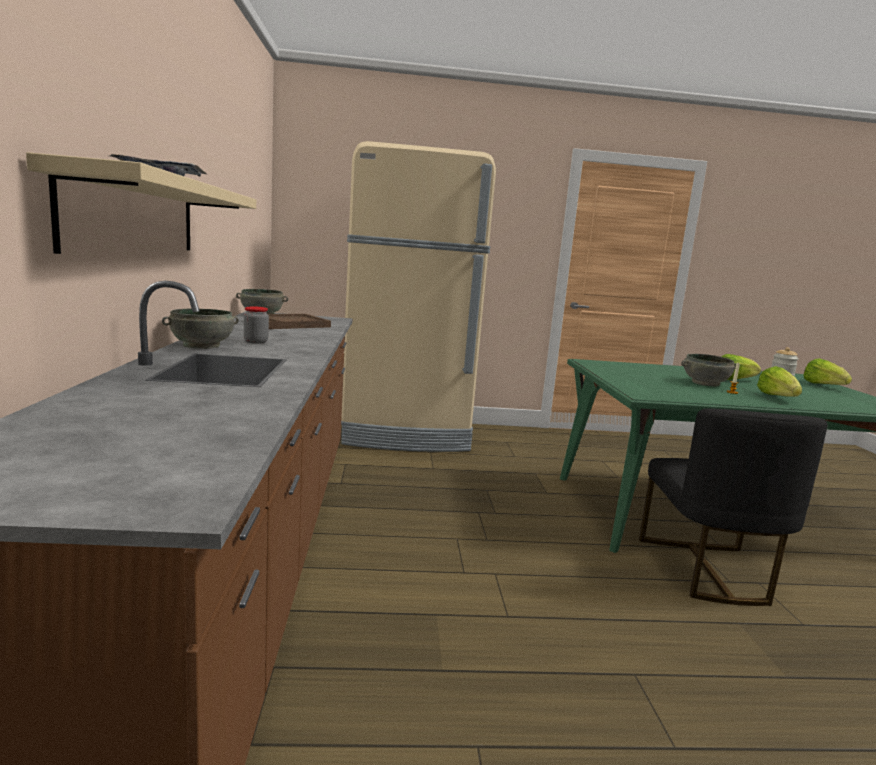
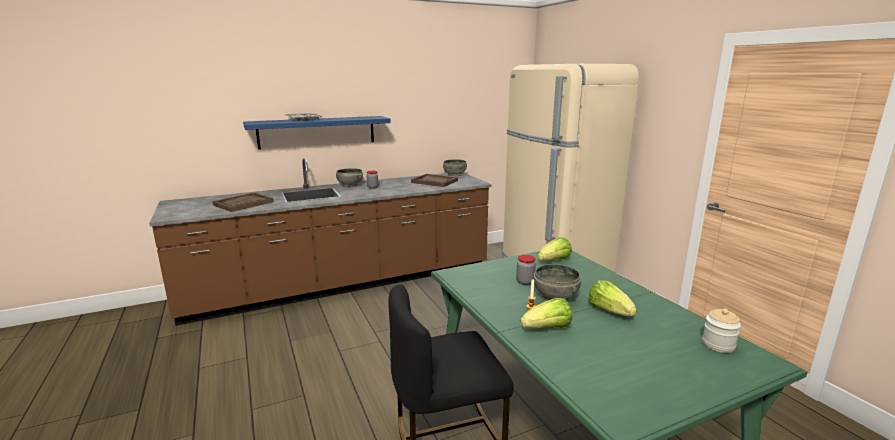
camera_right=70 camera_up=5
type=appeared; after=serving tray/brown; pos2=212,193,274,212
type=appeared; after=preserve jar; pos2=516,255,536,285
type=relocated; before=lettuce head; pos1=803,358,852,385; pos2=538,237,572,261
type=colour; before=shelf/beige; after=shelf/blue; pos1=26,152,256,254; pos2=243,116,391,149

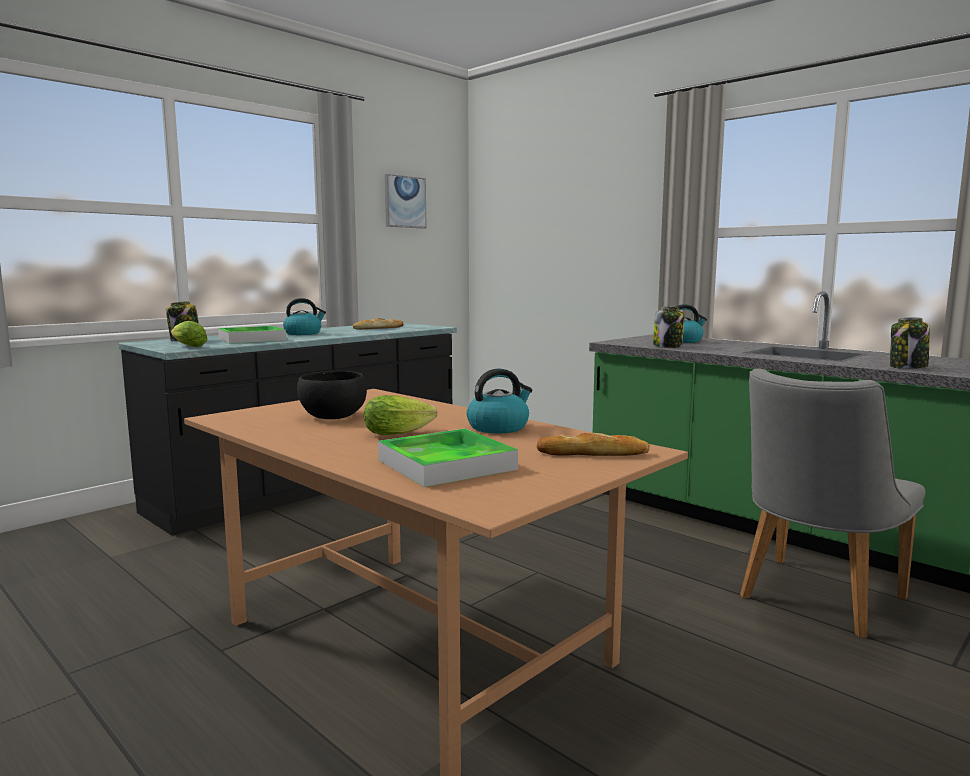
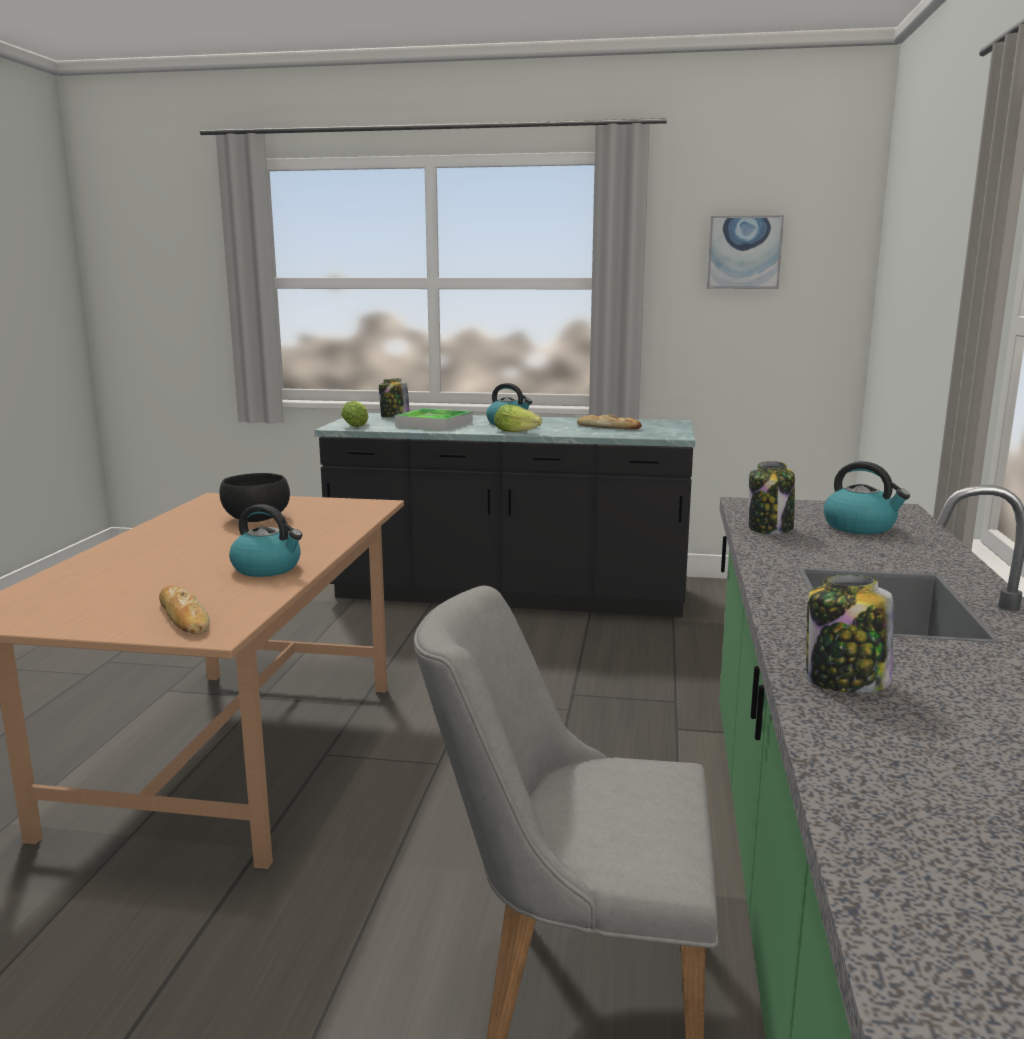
camera_right=55 camera_up=5
type=missing; before=serving tray; pos1=378,429,518,487
type=relocated; before=lettuce head; pos1=364,395,437,435; pos2=494,404,542,432

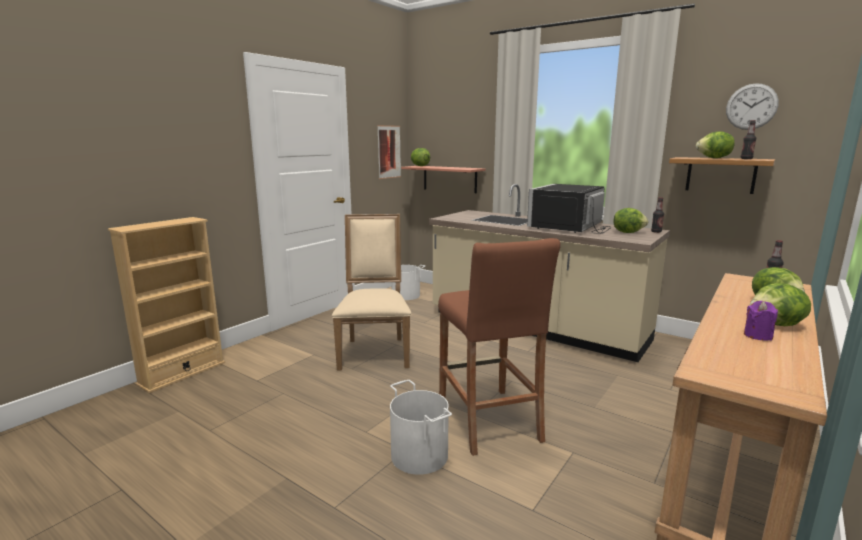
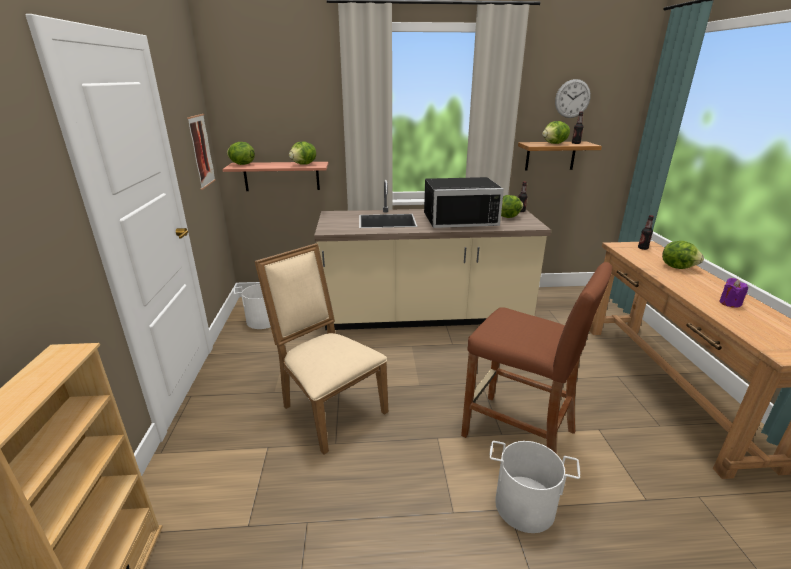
camera_right=-40 camera_up=10
type=relocated; before=lettuce head; pos1=749,283,811,326; pos2=289,141,316,164
type=spun; before=microwave/blackish; pos1=527,184,611,234; pos2=424,177,504,228; turn=-90

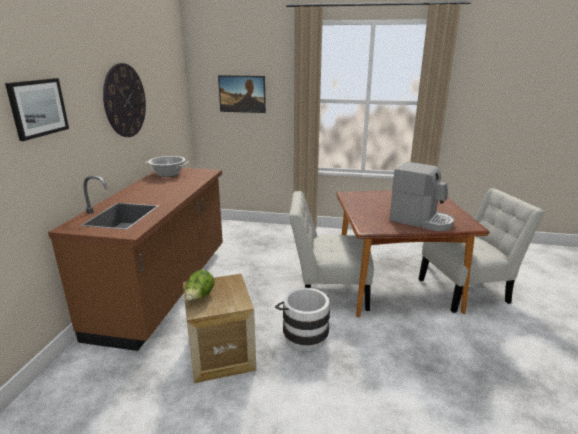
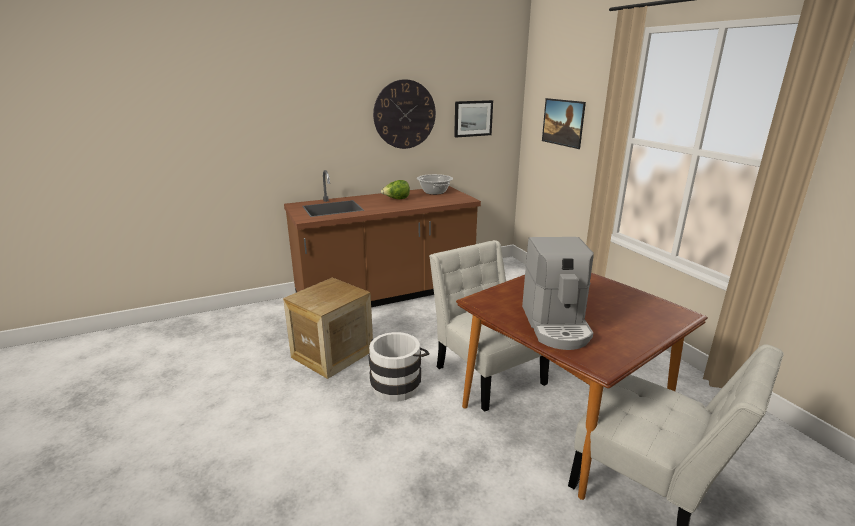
camera_right=55 camera_up=0
type=relocated; before=picture; pos1=5,78,69,141; pos2=454,100,493,137
type=relocated; before=lettuce head; pos1=184,270,215,300; pos2=381,180,410,199

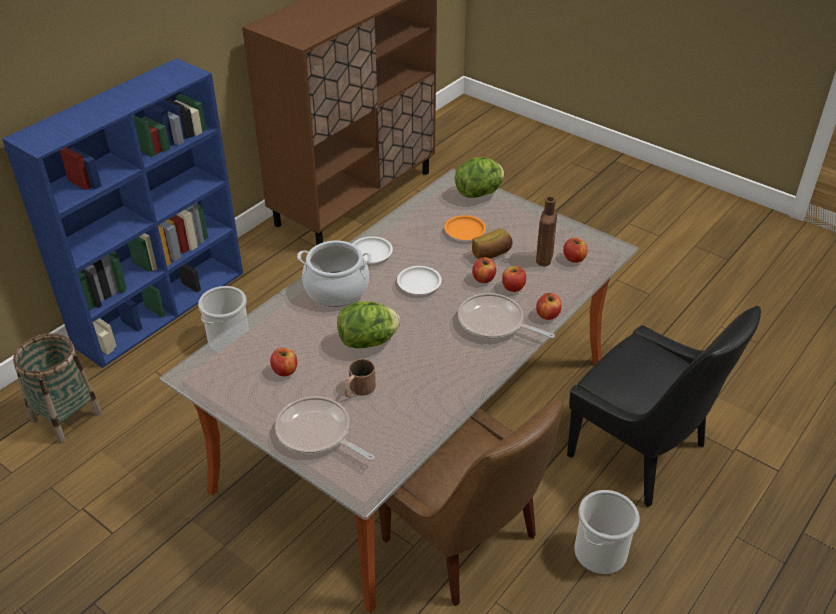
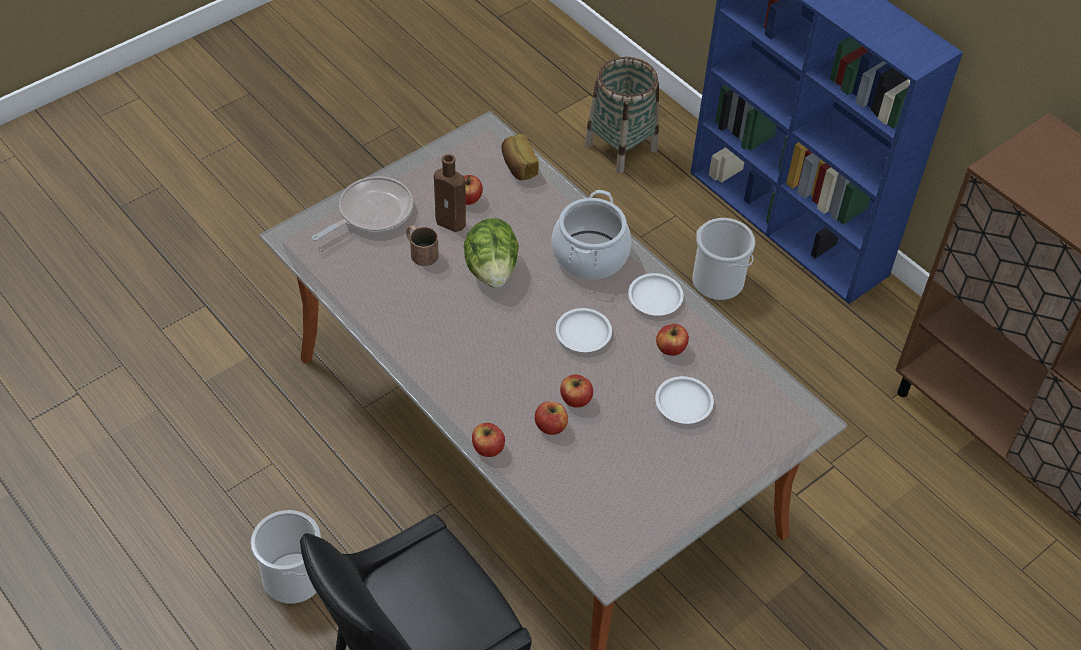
camera_right=100 camera_up=10
type=missing; before=chair/brown; pos1=379,399,563,606
type=missing; before=lettuce head; pos1=455,157,504,198
type=missing; before=skillet; pos1=458,293,555,340
type=relocated; before=bread; pos1=472,228,512,259; pos2=502,134,539,180
type=relocated; before=drink bottle/brown; pos1=536,196,557,266; pos2=434,154,466,232
type=relocated; before=apple; pos1=563,238,587,263; pos2=656,324,689,356
type=colour; before=flat dish/orange; after=flat dish/whitish; pos1=444,215,486,240; pos2=655,376,714,424

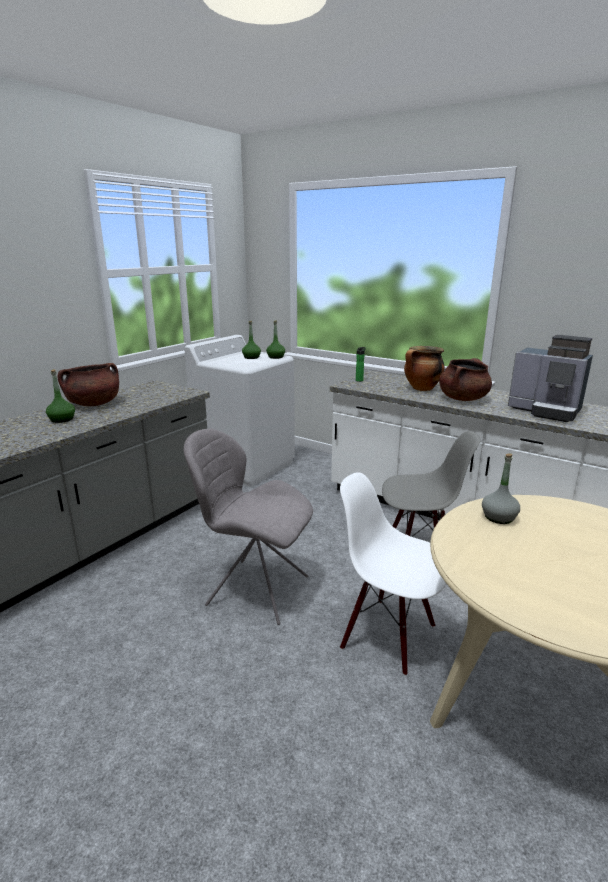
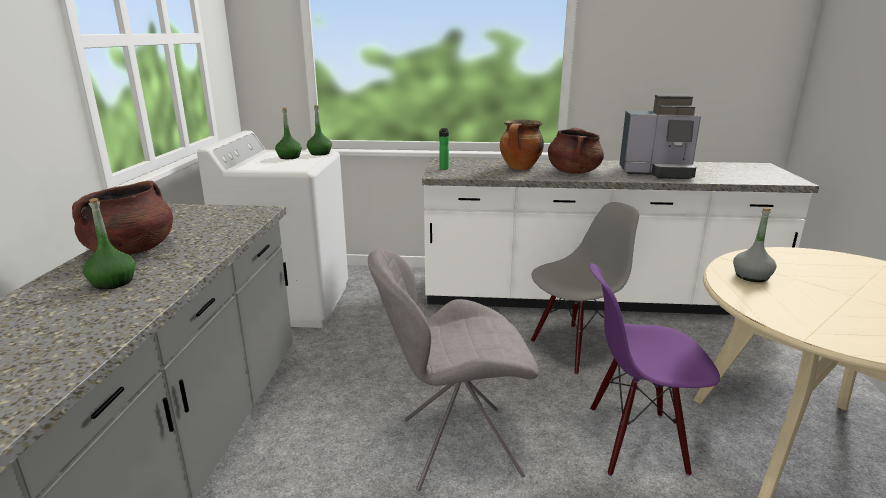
camera_right=-30 camera_up=0
type=colour; before=chair/whitish; after=chair/purplish; pos1=340,472,446,676; pos2=590,263,720,476

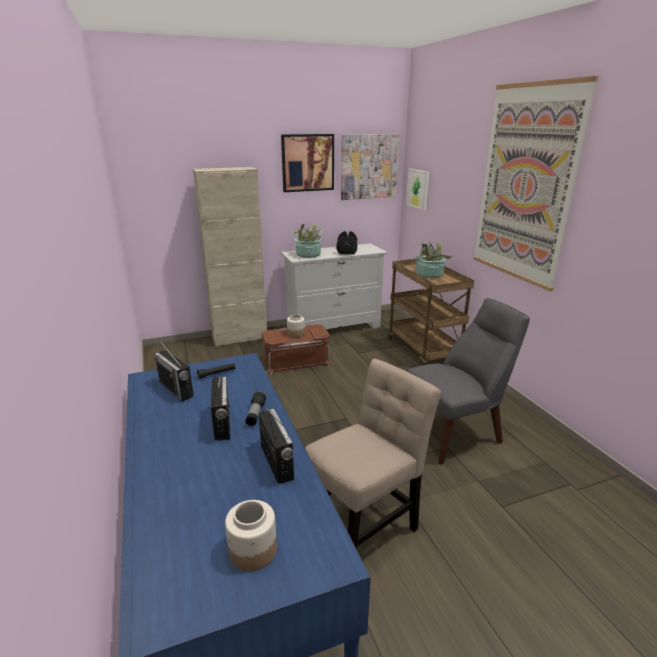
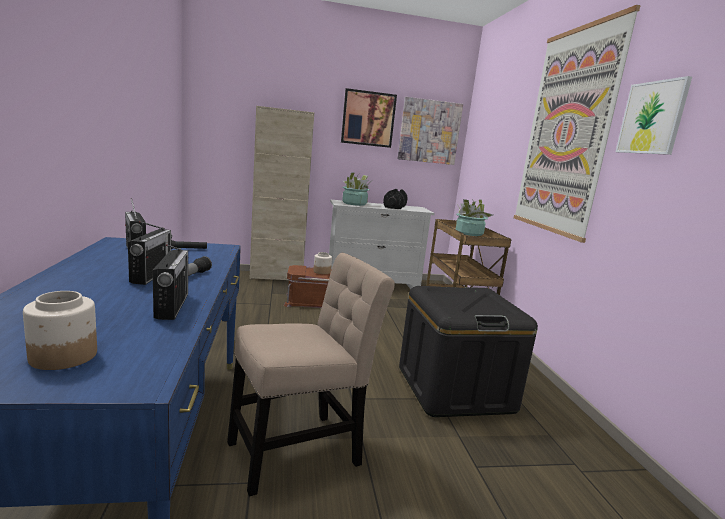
camera_right=10 camera_up=-10
type=relocated; before=picture; pos1=406,169,429,210; pos2=615,76,692,155
type=exchanged; before=chair/greyish; after=storage bin/blackish; pos1=407,298,530,465; pos2=399,286,538,417

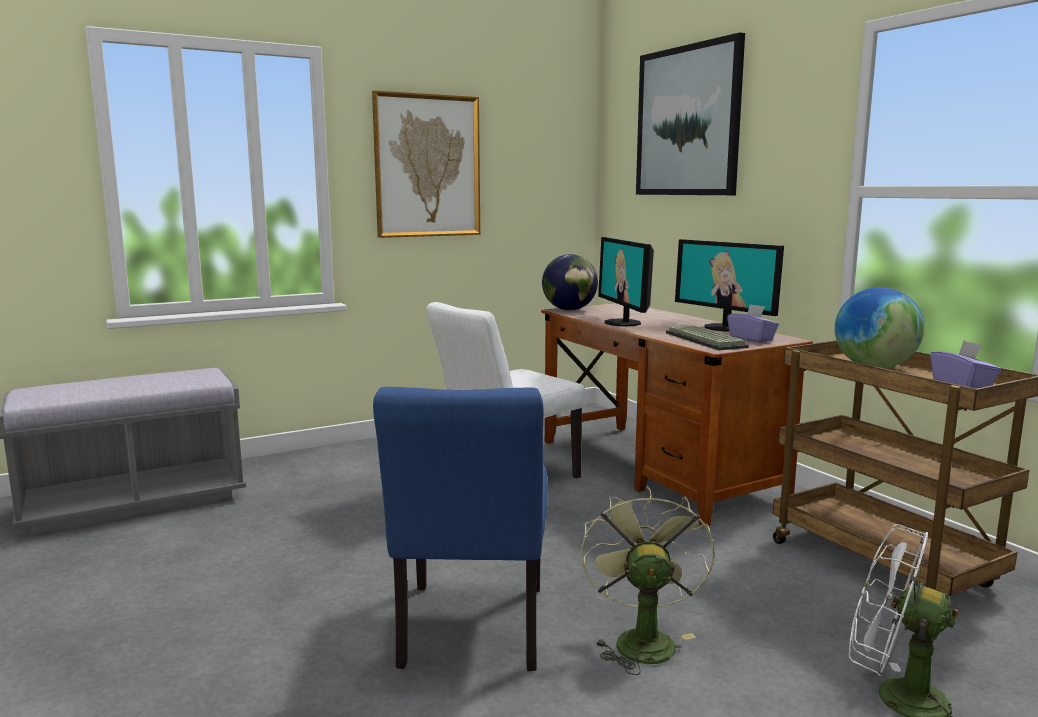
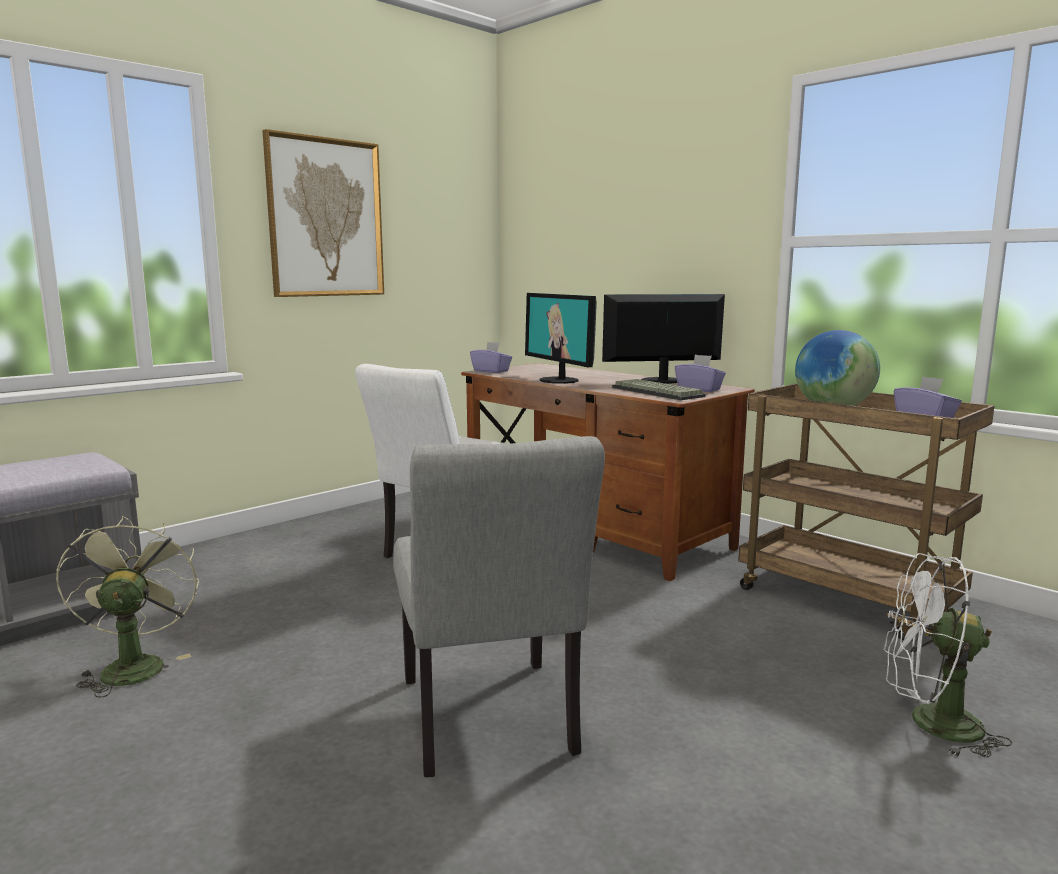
camera_right=-15 camera_up=0
type=missing; before=picture; pos1=636,32,745,195
type=relocated; before=fan/green; pos1=581,486,715,675; pos2=56,515,199,697
type=exchanged; before=globe; after=tissue box/purplish; pos1=542,254,598,311; pos2=470,342,512,373
type=colour; before=chair/blue; after=chair/greyish; pos1=373,387,548,671; pos2=393,436,605,777
type=spun; before=monitor; pos1=675,239,784,331; pos2=602,294,725,384; turn=135

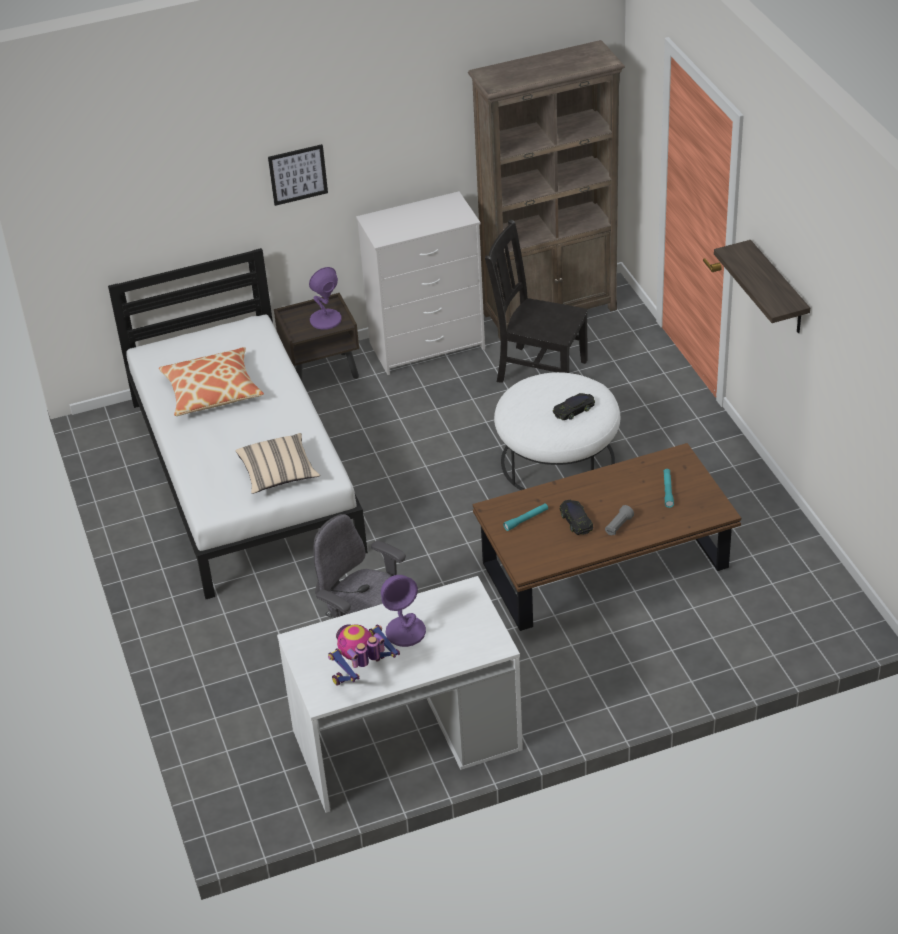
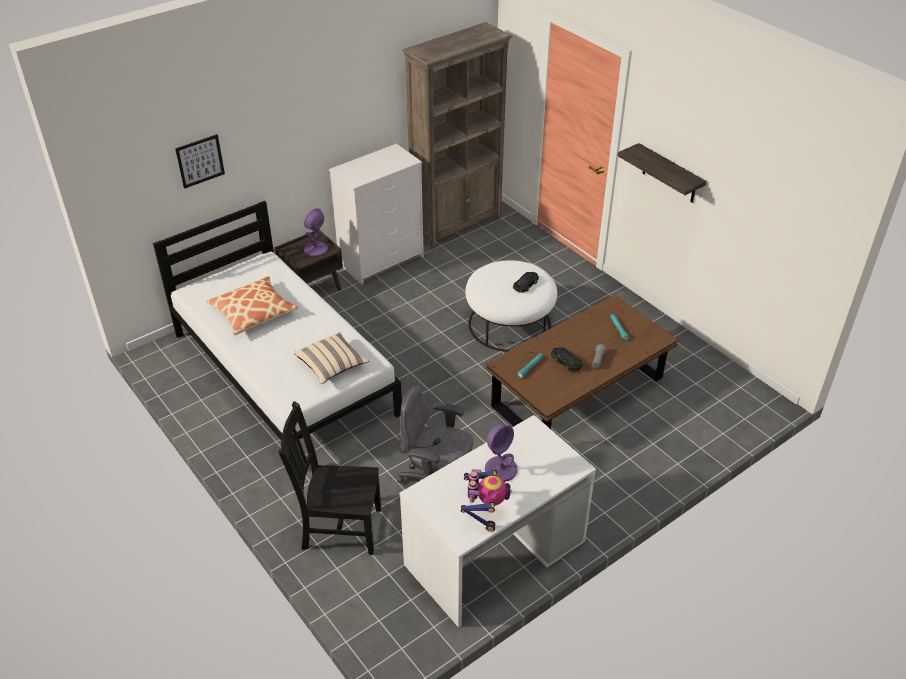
camera_right=-20 camera_up=0
type=relocated; before=picture; pos1=268,144,328,206; pos2=175,134,225,189
type=relocated; before=chair/blackish; pos1=485,219,588,382; pos2=279,401,381,555
type=spun; before=robot figure; pos1=328,624,400,686; pos2=461,469,512,532; turn=150

